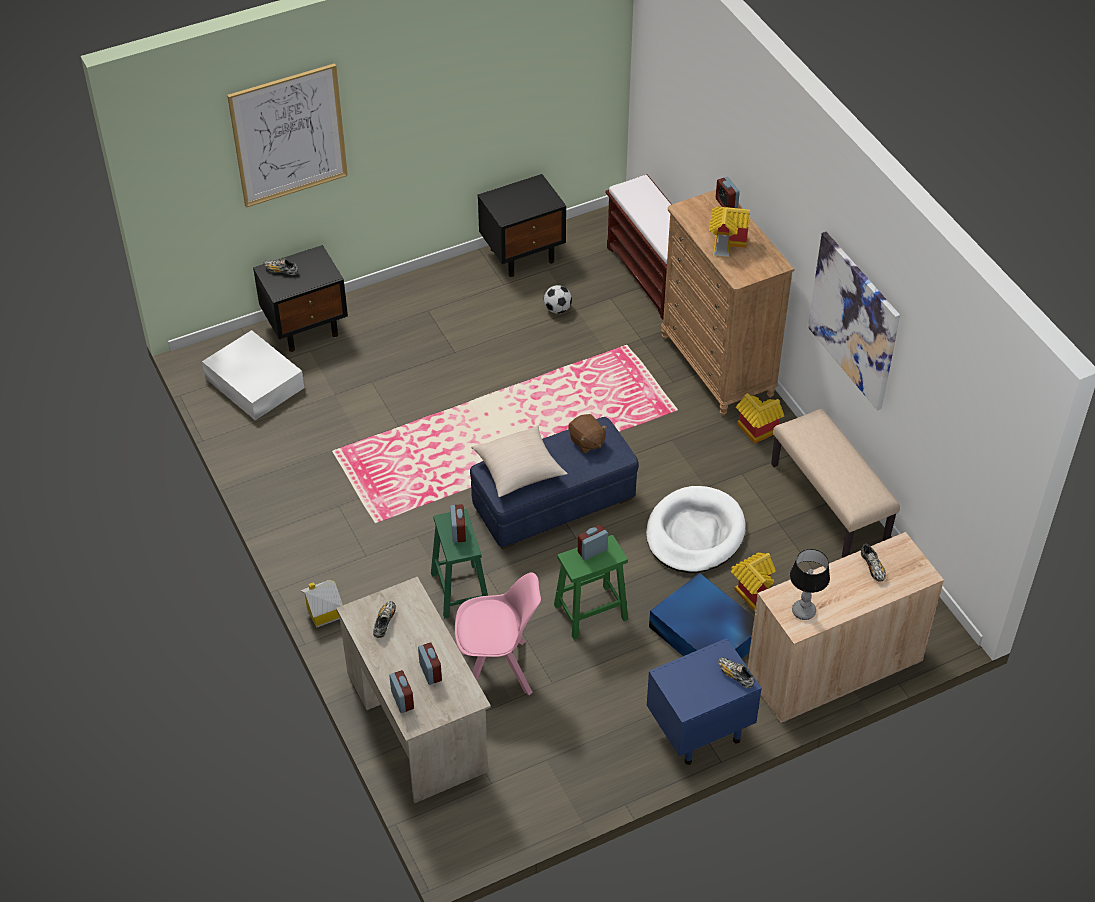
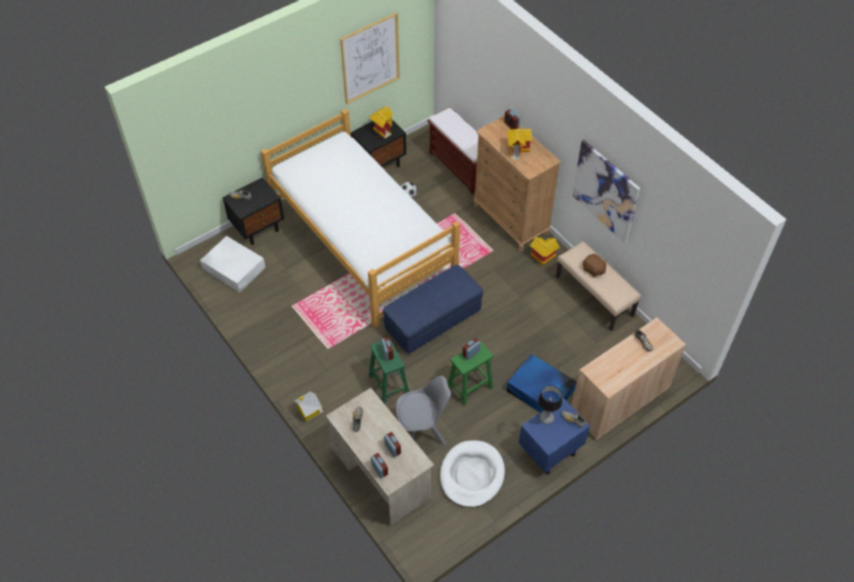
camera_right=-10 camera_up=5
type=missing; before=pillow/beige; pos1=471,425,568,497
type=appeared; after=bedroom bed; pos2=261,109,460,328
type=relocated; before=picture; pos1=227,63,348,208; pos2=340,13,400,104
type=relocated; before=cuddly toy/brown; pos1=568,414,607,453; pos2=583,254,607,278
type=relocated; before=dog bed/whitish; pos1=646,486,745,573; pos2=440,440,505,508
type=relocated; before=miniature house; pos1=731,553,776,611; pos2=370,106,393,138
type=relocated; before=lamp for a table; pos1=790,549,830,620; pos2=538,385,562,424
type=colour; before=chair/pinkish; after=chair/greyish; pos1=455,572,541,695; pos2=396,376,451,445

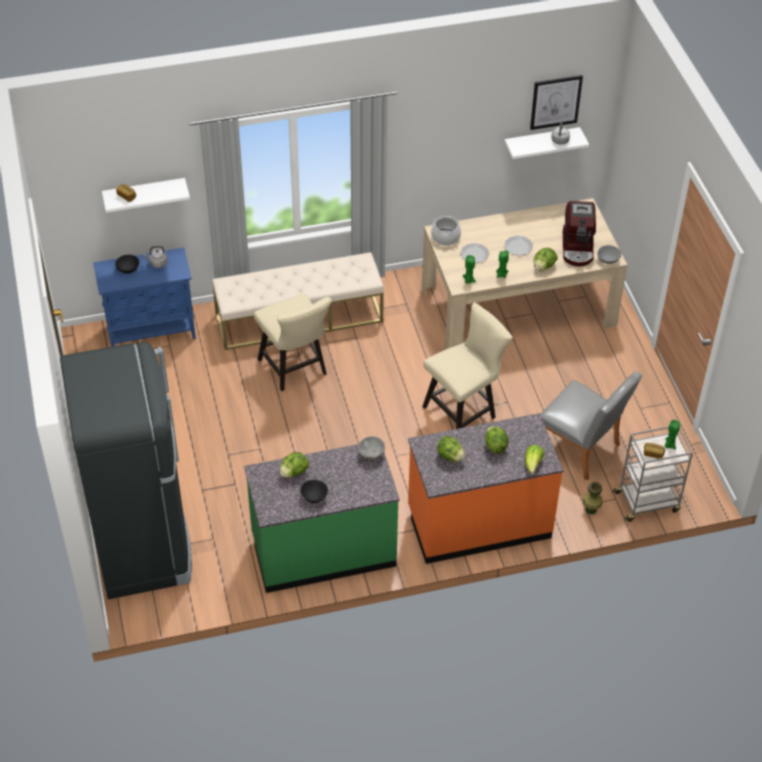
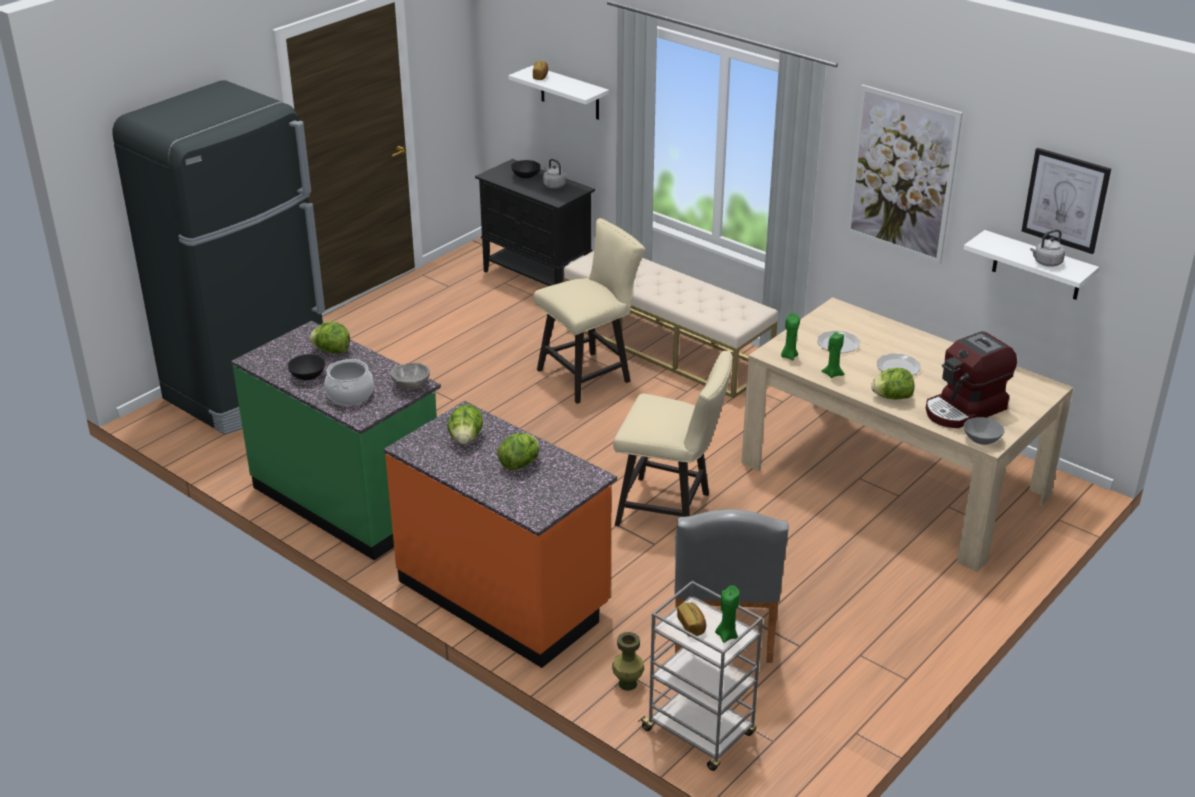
camera_right=55 camera_up=-15
type=missing; before=lettuce head; pos1=525,445,544,474
type=appeared; after=picture; pos2=846,84,963,264
type=relocated; before=cooking pot; pos1=431,216,461,246; pos2=324,359,374,406
type=colour; before=cabinet/blue; after=cabinet/blackish; pos1=93,248,196,347; pos2=475,159,595,286
type=spun; before=chair/beige; pos1=254,294,332,391; pos2=534,218,645,404; turn=-150

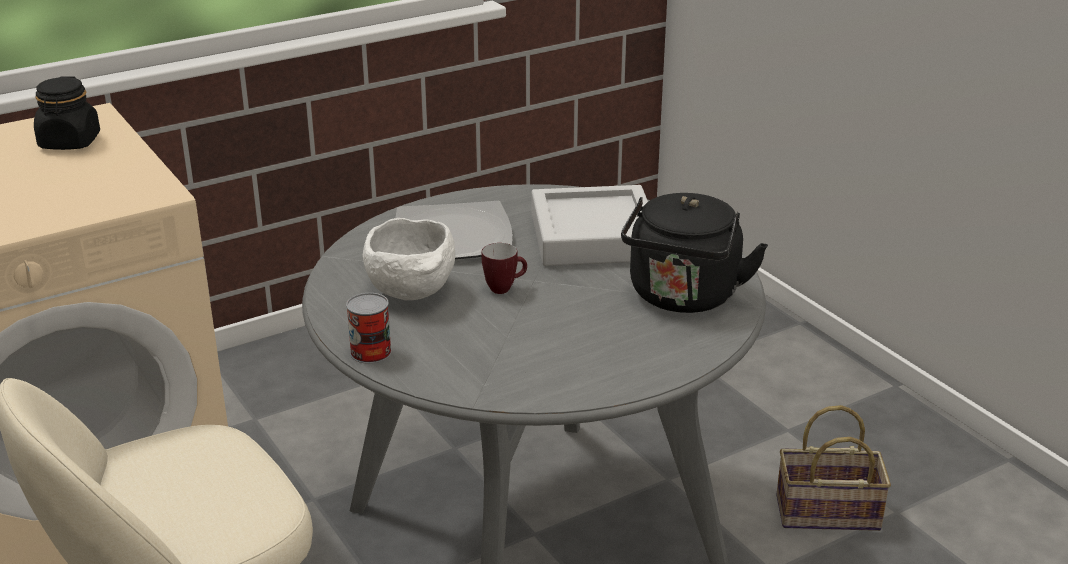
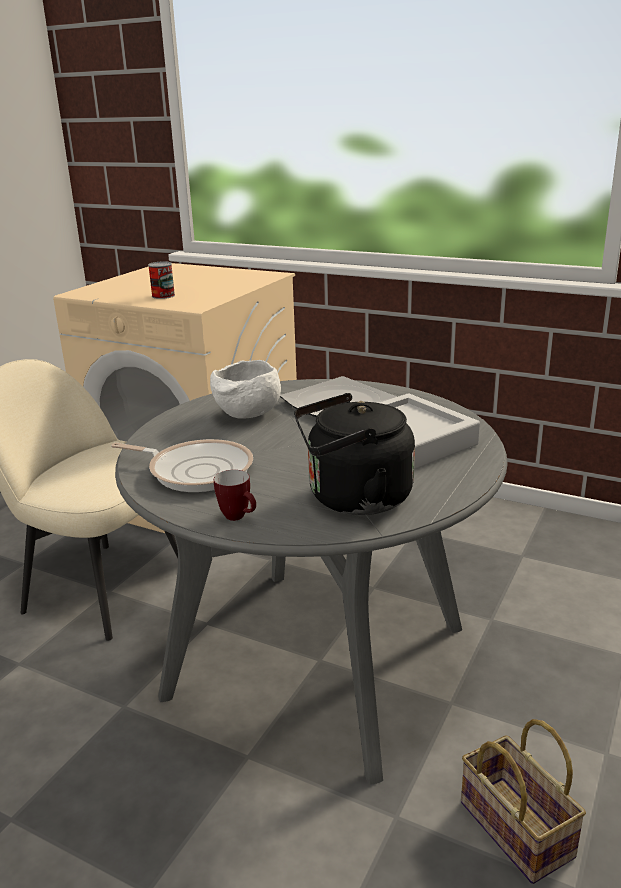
camera_right=60 camera_up=-5
type=missing; before=preserve jar/blackish; pos1=34,76,100,150
type=appeared; after=skillet; pos2=111,439,253,492
type=relocated; before=can; pos1=346,293,392,364; pos2=148,261,175,299
type=relocated; before=tea mug; pos1=482,243,527,294; pos2=214,470,256,521

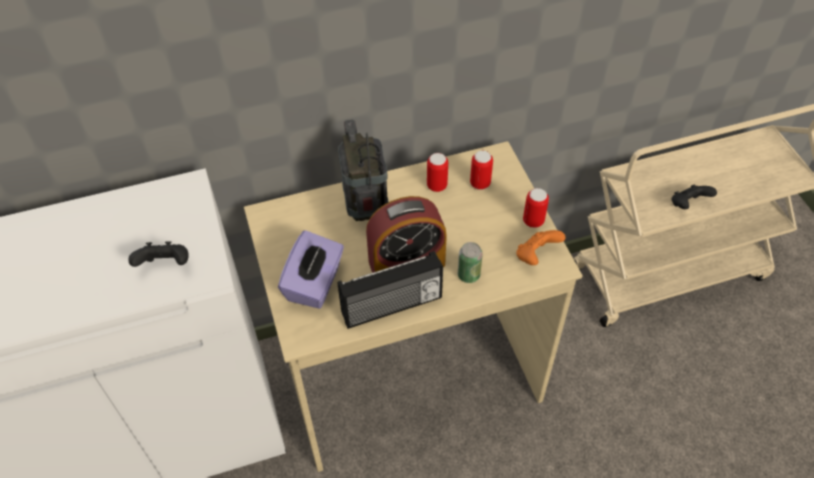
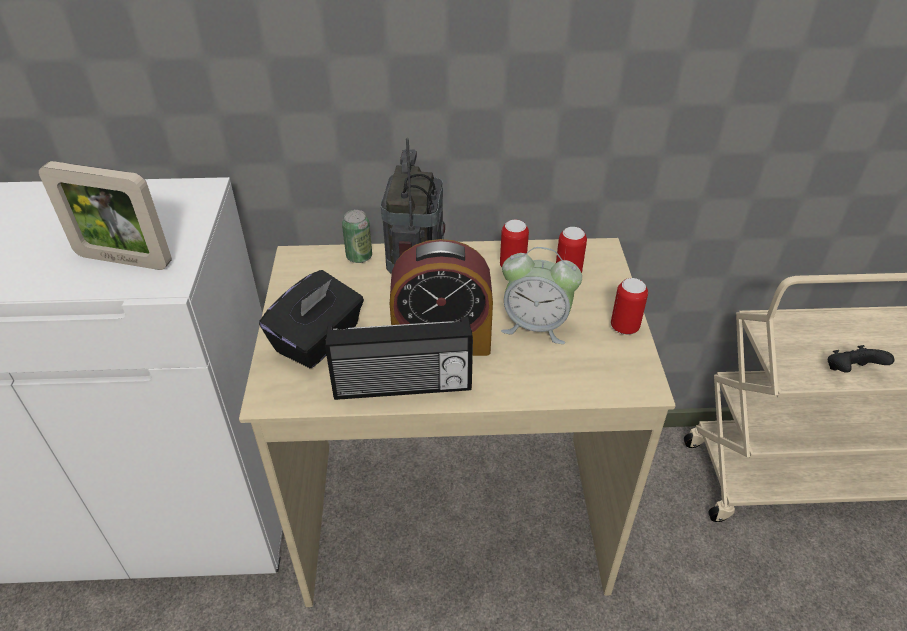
camera_right=15 camera_up=-10
type=missing; before=gamepad/orange; pos1=516,230,566,265
type=appeared; after=table clock; pos2=501,247,582,344
type=relocated; before=can; pos1=458,242,483,283; pos2=342,210,372,263
type=exchanged; before=gamepad/blackish; after=standing frame; pos1=128,241,189,267; pos2=39,161,172,270
type=colour; before=tissue box/purplish; after=tissue box/blackish; pos1=278,230,344,309; pos2=259,270,364,368

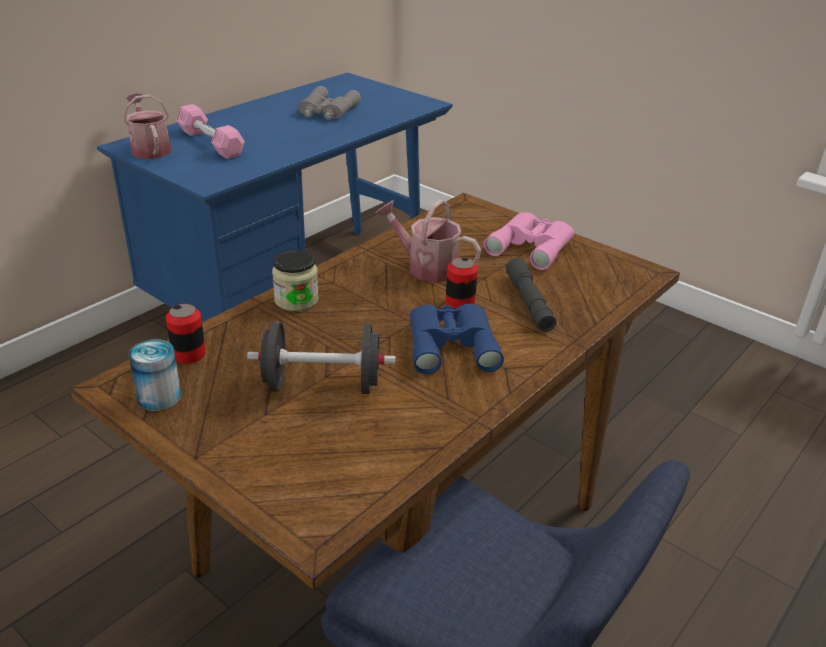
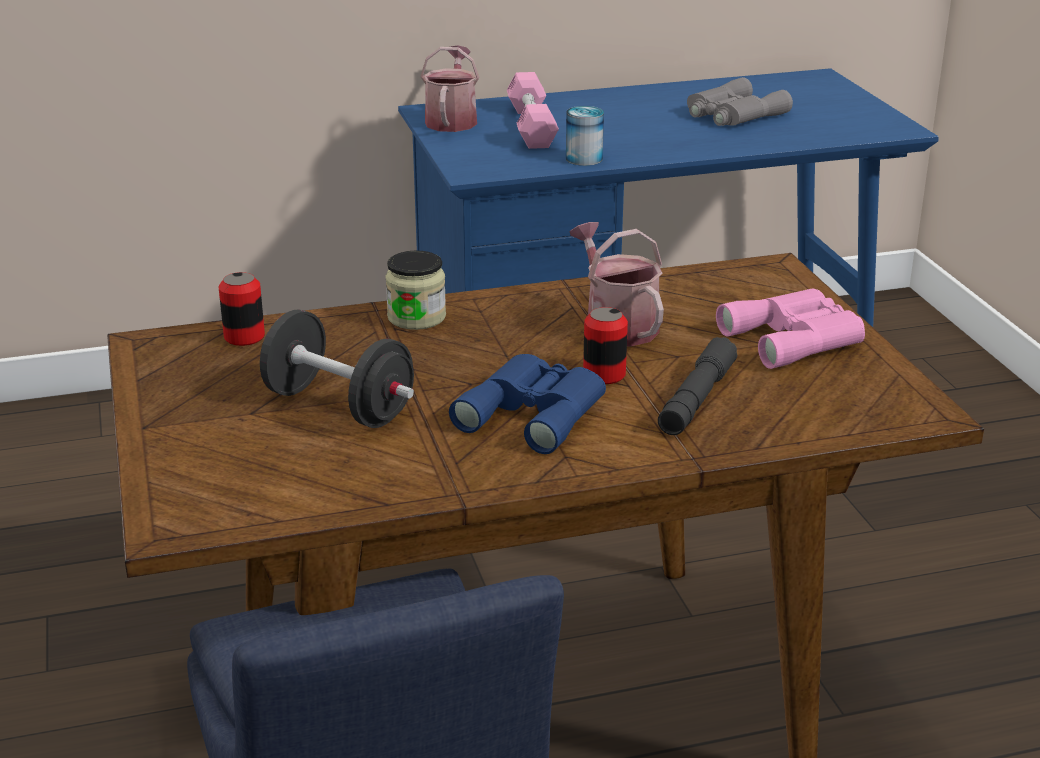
camera_right=35 camera_up=-5
type=relocated; before=can; pos1=128,339,181,411; pos2=566,106,604,166

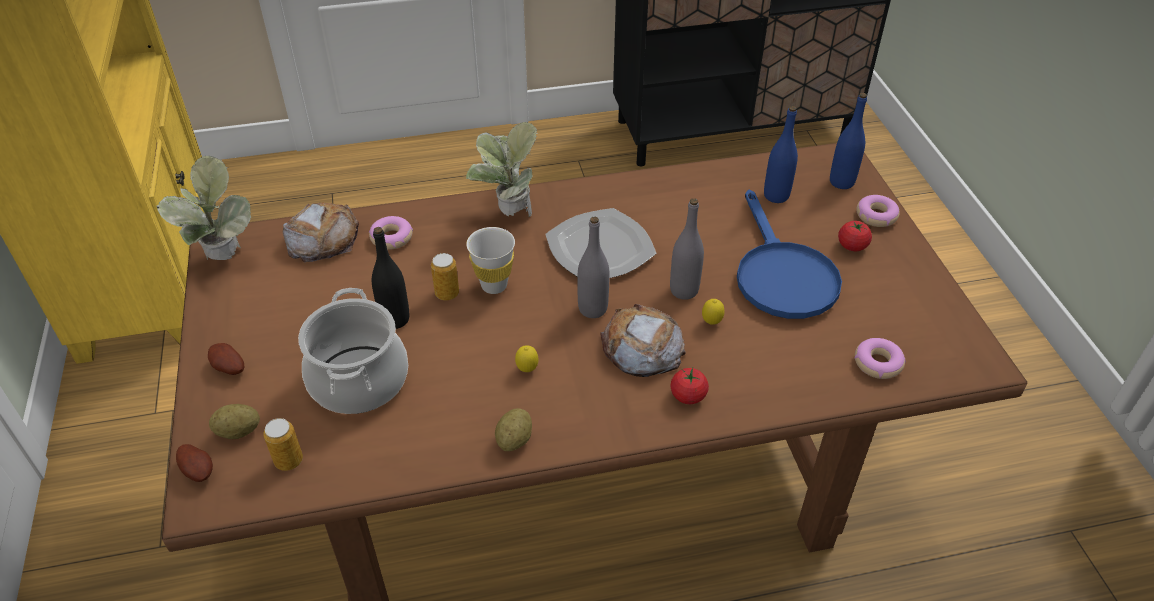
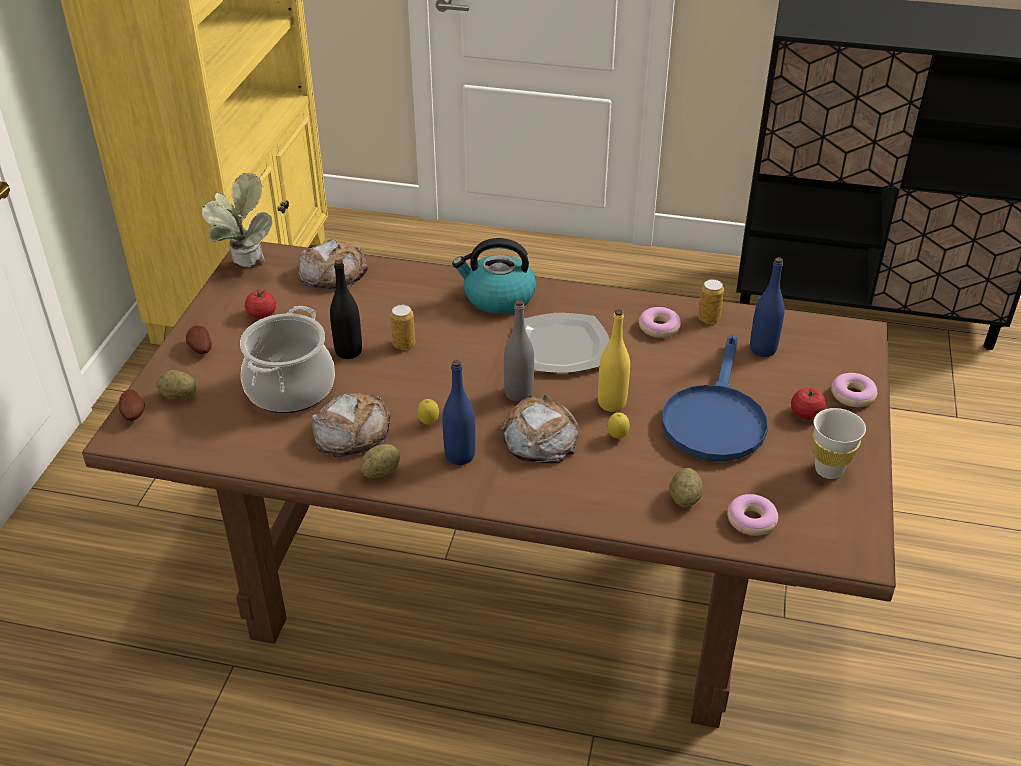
camera_right=25 camera_up=-5
type=appeared; after=bread; pos2=312,393,391,458
type=appeared; after=spud; pos2=669,468,703,508
type=relocated; before=can; pos1=263,418,303,471; pos2=698,279,724,324
type=relocated; before=doughnut; pos1=369,216,413,250; pos2=639,307,681,338
type=relocated; before=cup/whitish; pos1=466,227,515,294; pos2=813,408,866,479
type=relocated; before=fresh tomato; pos1=670,368,709,404; pos2=245,289,276,319
type=relocated; before=drink bottle/blue; pos1=830,93,867,189; pos2=442,360,475,465
type=exchanged; before=potted plant; after=tea kettle; pos1=466,122,538,217; pos2=452,238,536,314
type=colour; before=drink bottle/greyish; after=drink bottle/yellowish; pos1=670,198,704,300; pos2=598,309,630,412

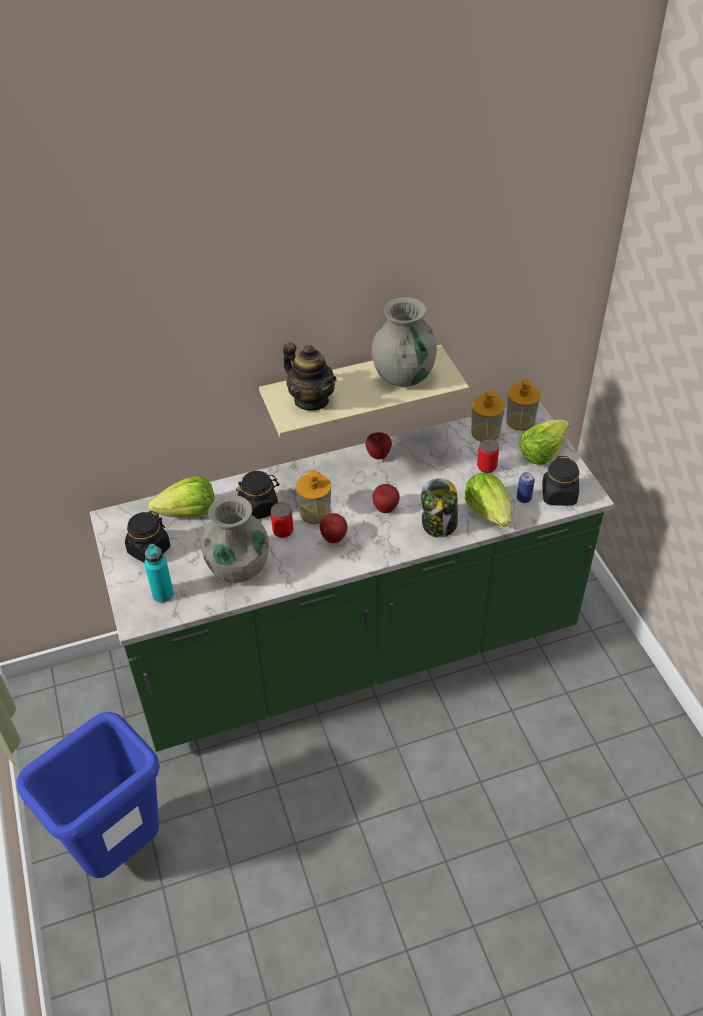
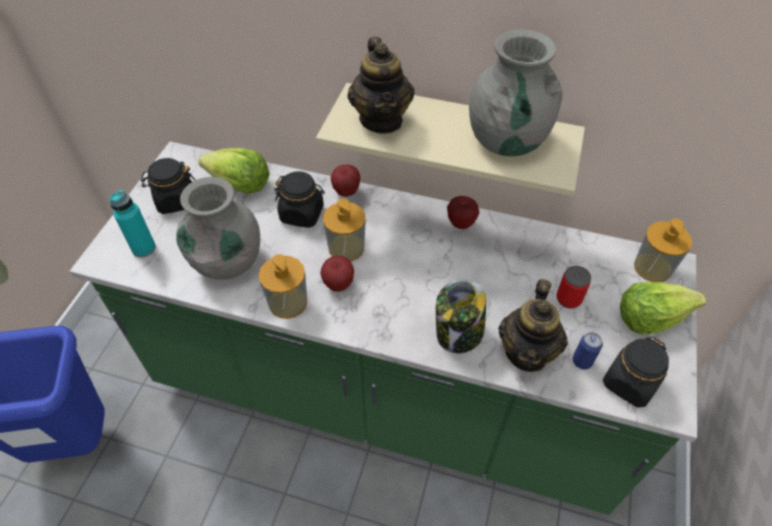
camera_right=35 camera_up=5
type=missing; before=can; pos1=271,502,293,538
type=relocated; before=apple; pos1=372,484,400,513; pos2=330,164,360,197
type=relocated; before=soap bottle; pos1=471,390,505,442; pos2=259,254,307,319
type=exchanged; before=lettuce head; after=tea pot; pos1=465,473,511,527; pos2=498,279,568,372

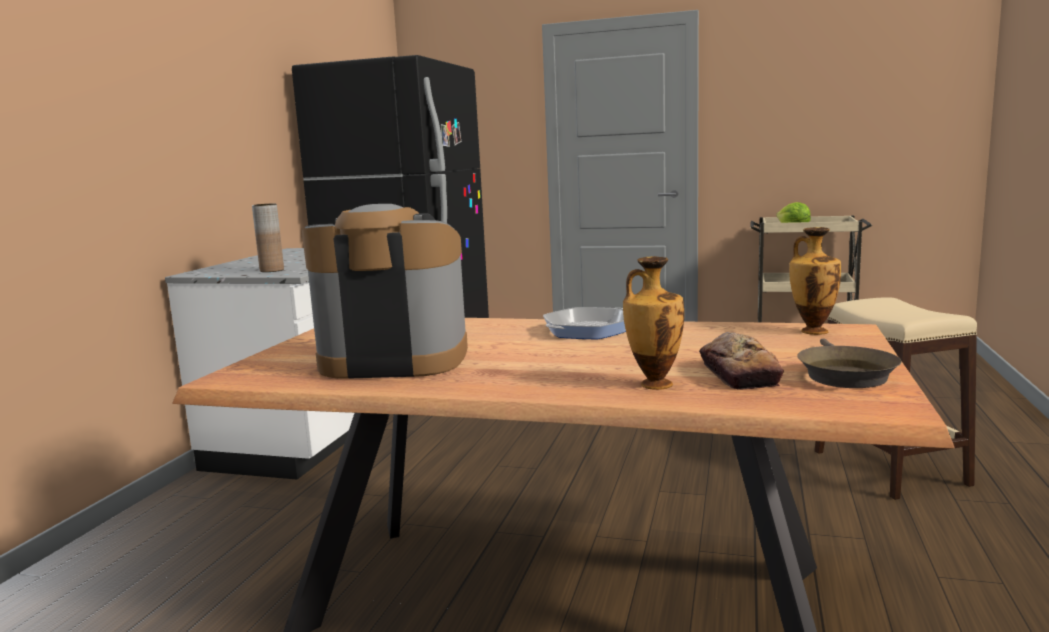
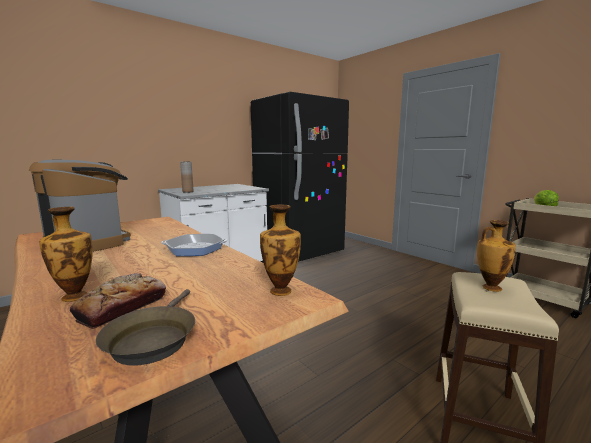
camera_right=35 camera_up=0
type=appeared; after=flower vase; pos2=477,220,516,292
type=spun; before=skillet/brown; pos1=797,339,902,388; pos2=96,289,195,366; turn=-45

